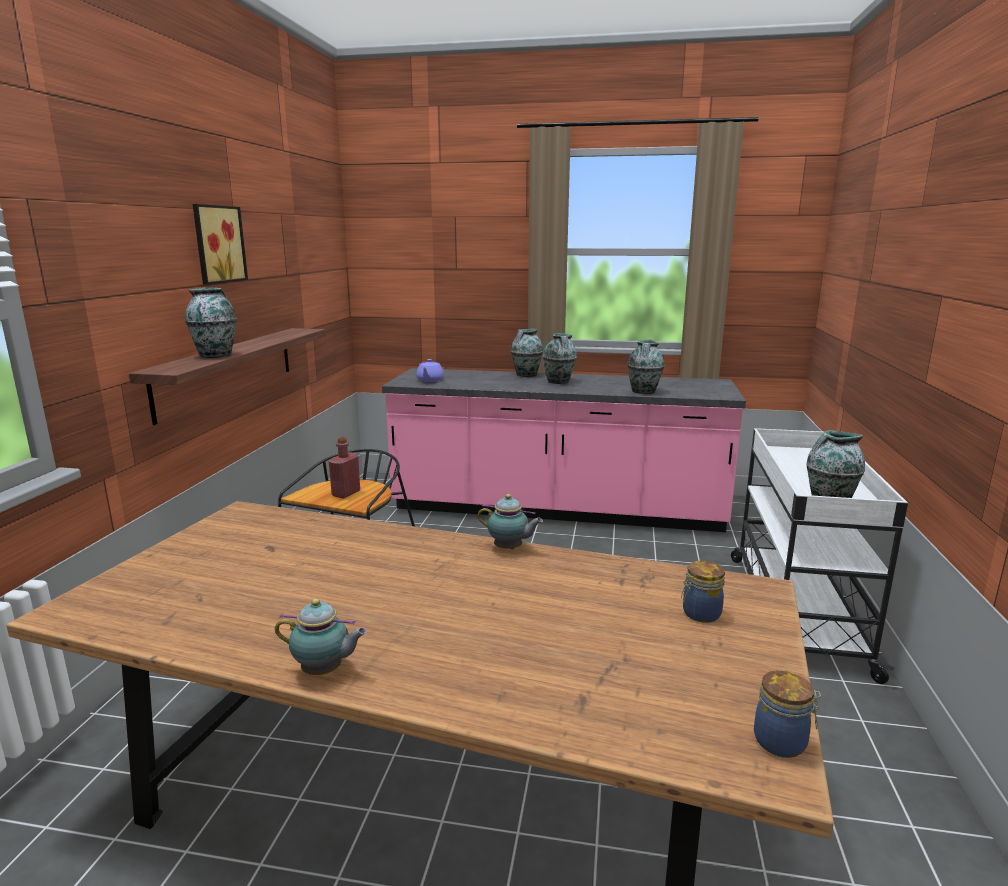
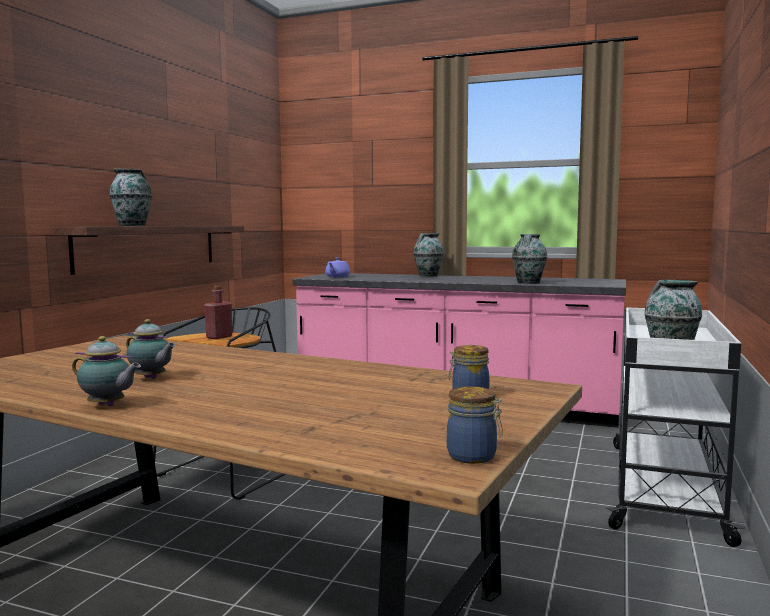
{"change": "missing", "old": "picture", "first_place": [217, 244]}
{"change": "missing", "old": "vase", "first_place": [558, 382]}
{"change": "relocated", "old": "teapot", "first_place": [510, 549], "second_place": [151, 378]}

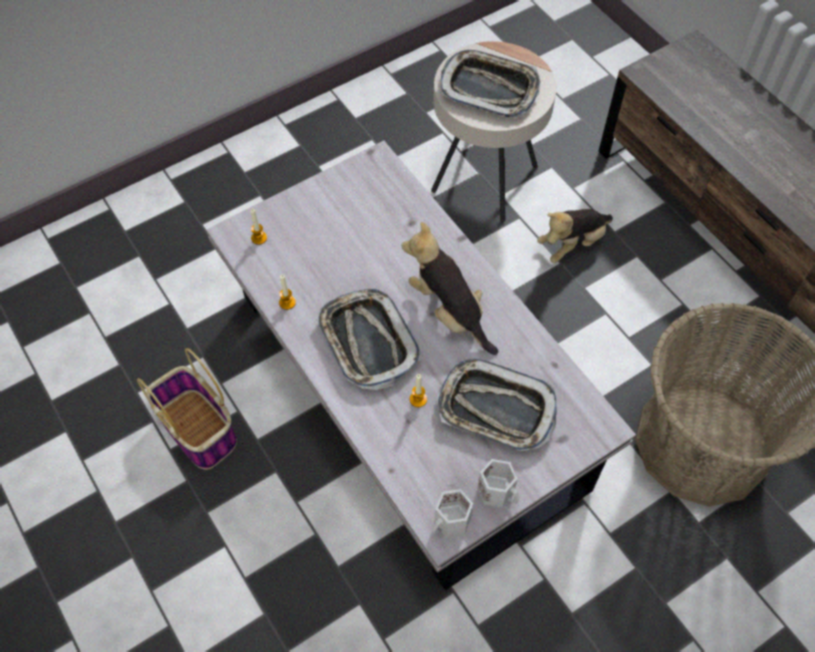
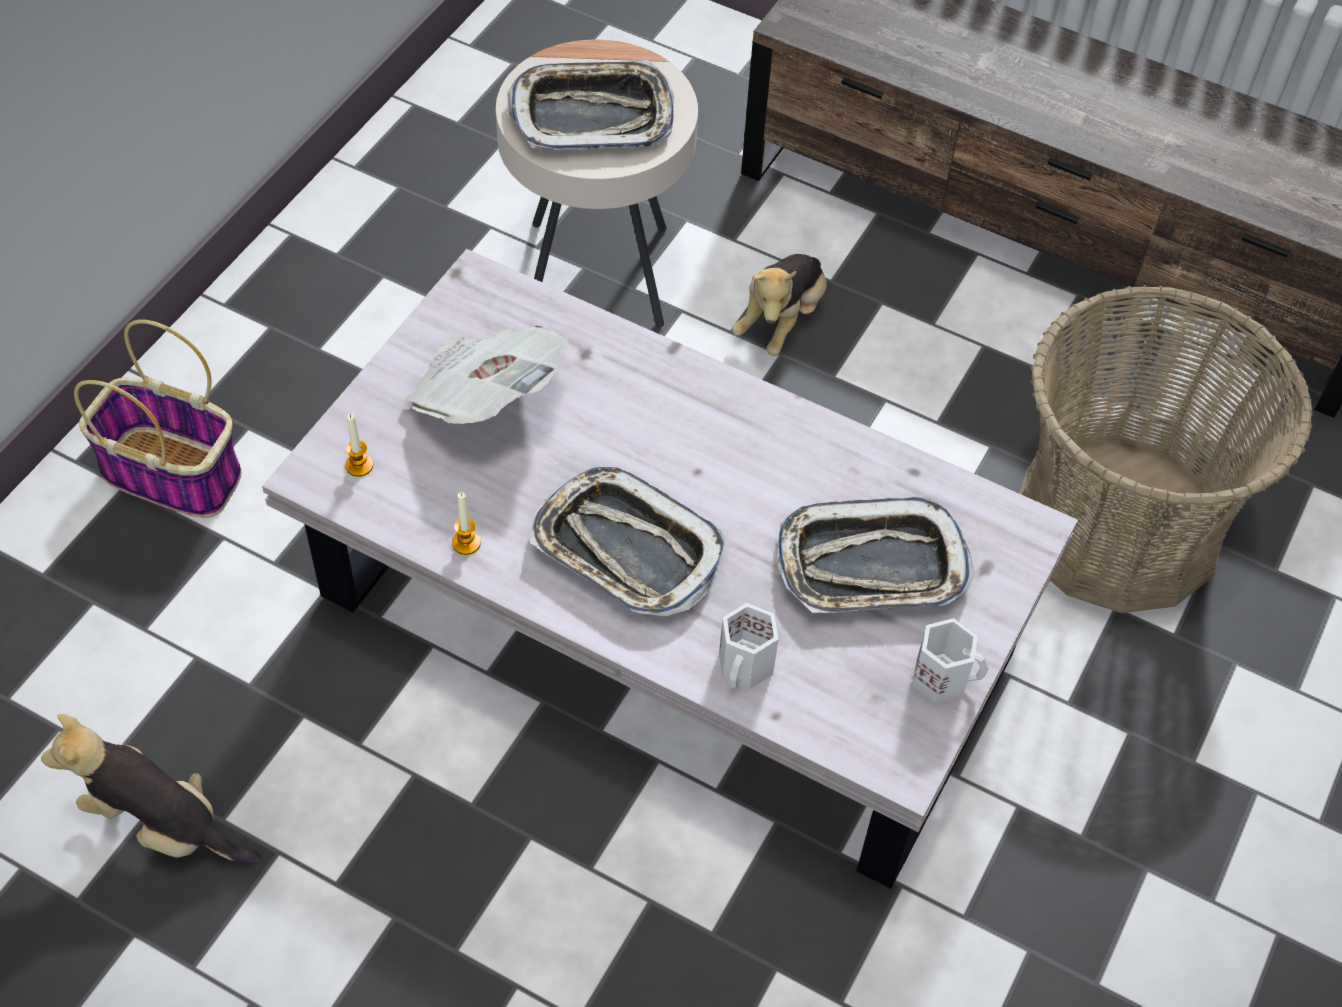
{"change": "relocated", "old": "plush toy", "first_place": [449, 311], "second_place": [161, 824]}
{"change": "relocated", "old": "basket", "first_place": [199, 430], "second_place": [174, 474]}
{"change": "missing", "old": "candle", "first_place": [418, 399]}
{"change": "relocated", "old": "white mug", "first_place": [452, 523], "second_place": [746, 666]}
{"change": "appeared", "new": "newspaper", "second_place": [486, 398]}

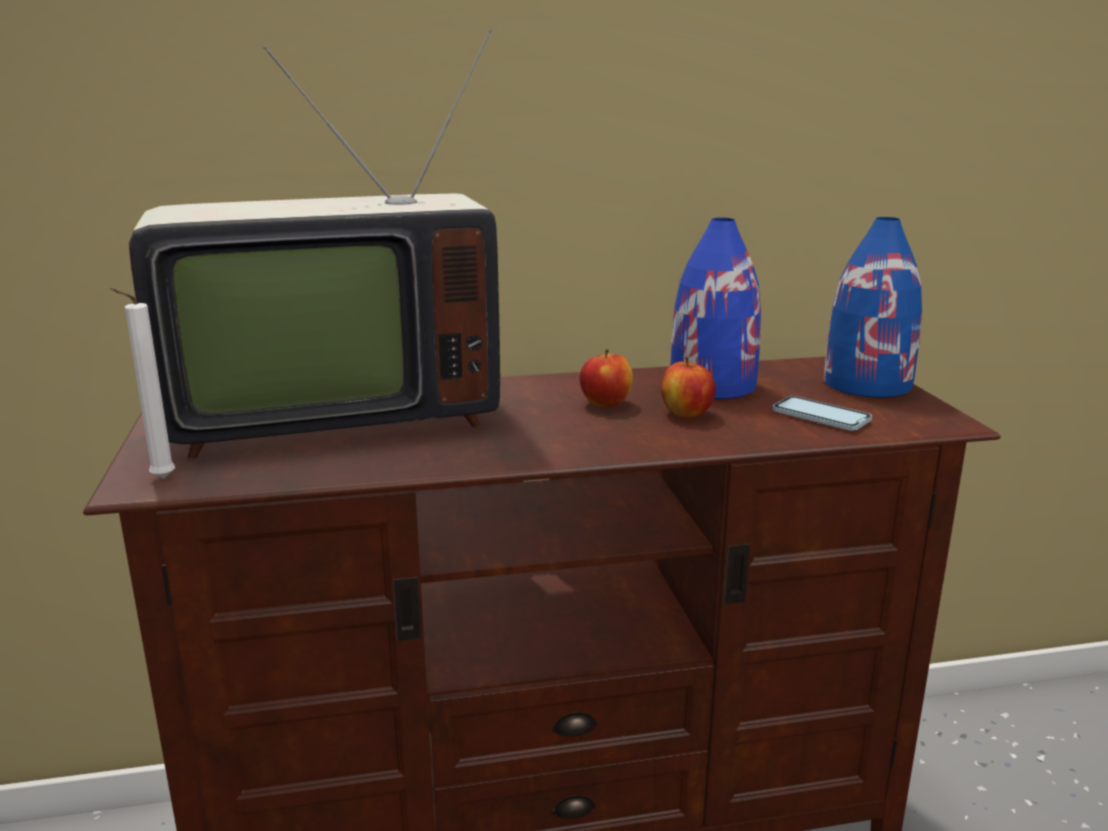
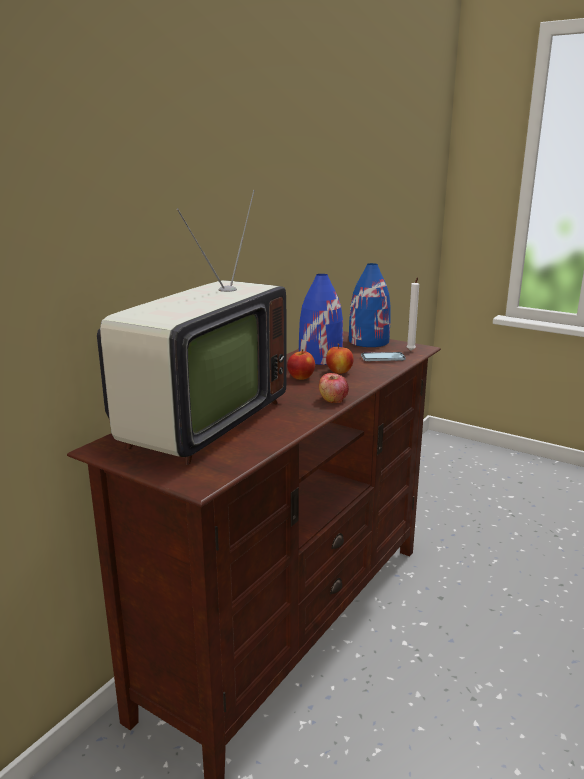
{"change": "relocated", "old": "white candle", "first_place": [159, 479], "second_place": [411, 351]}
{"change": "appeared", "new": "apple", "second_place": [333, 399]}

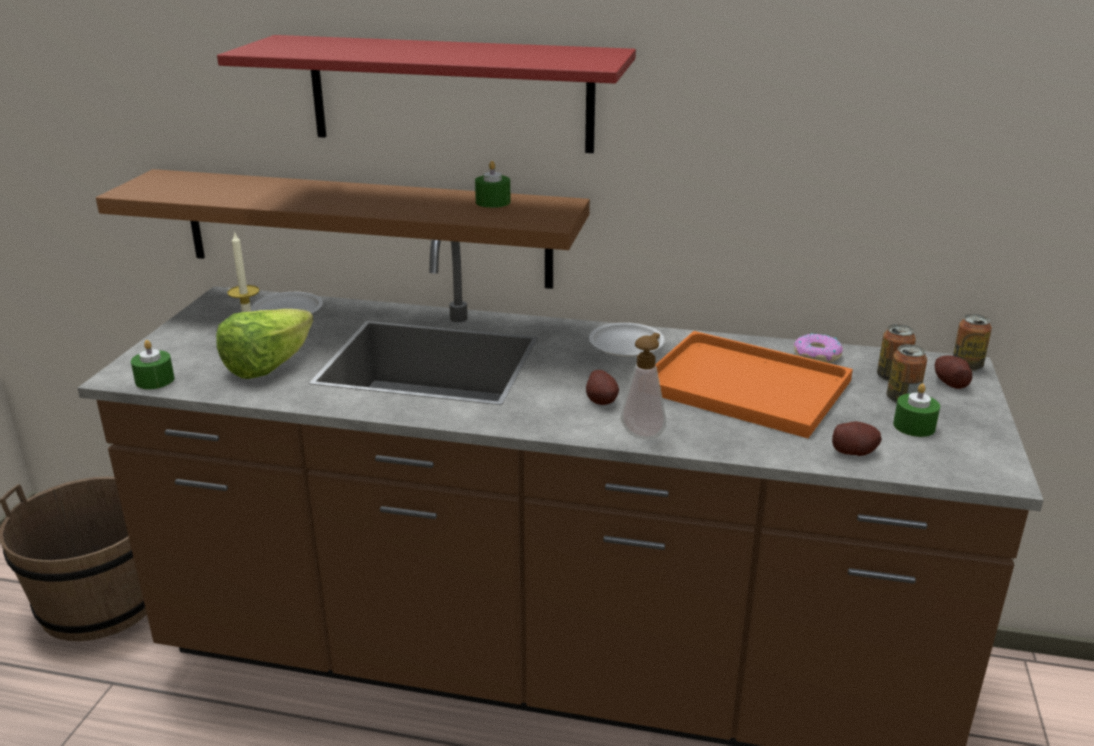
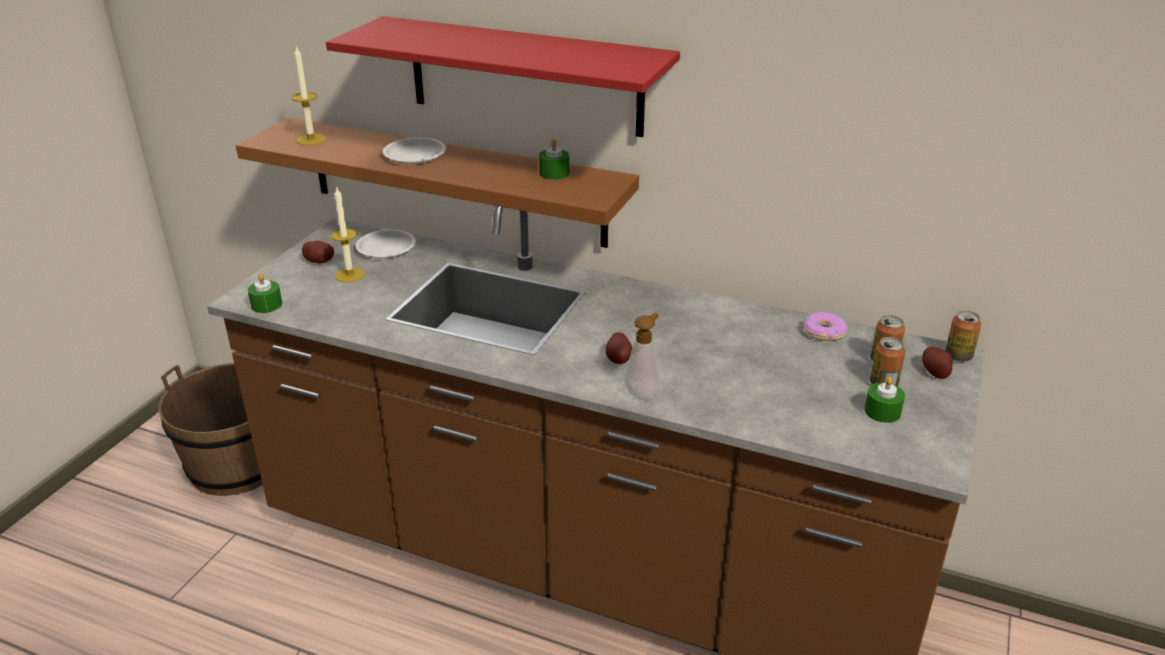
{"change": "missing", "old": "lettuce", "first_place": [268, 366]}
{"change": "relocated", "old": "white plate", "first_place": [625, 345], "second_place": [414, 155]}
{"change": "missing", "old": "orange tray", "first_place": [741, 385]}
{"change": "relocated", "old": "potato", "first_place": [854, 451], "second_place": [320, 261]}
{"change": "appeared", "new": "candle", "second_place": [311, 139]}

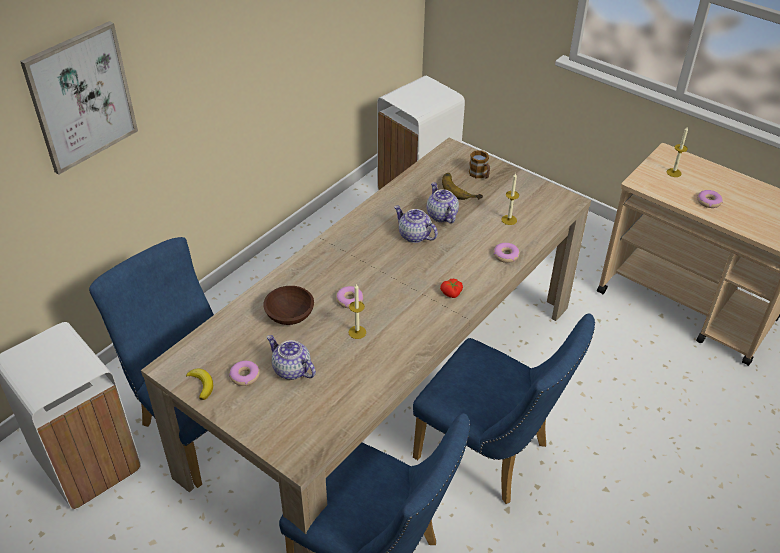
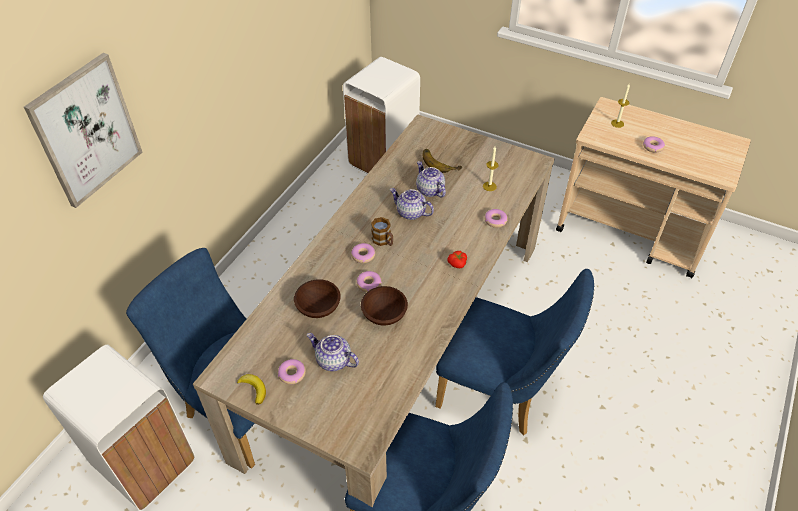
{"change": "relocated", "old": "mug", "first_place": [480, 175], "second_place": [383, 241]}
{"change": "exchanged", "old": "candle", "new": "brown bowl", "first_place": [357, 332], "second_place": [383, 314]}
{"change": "appeared", "new": "donut", "second_place": [363, 255]}

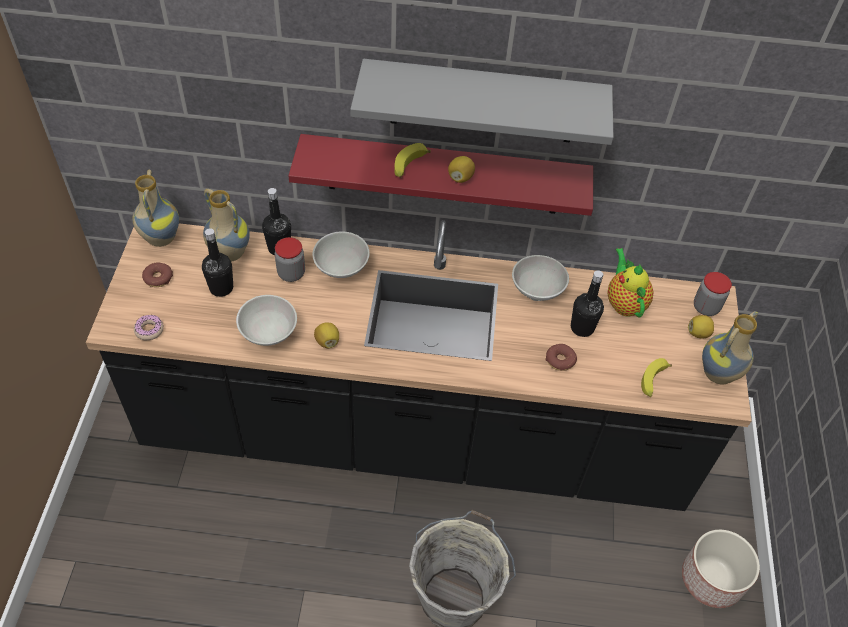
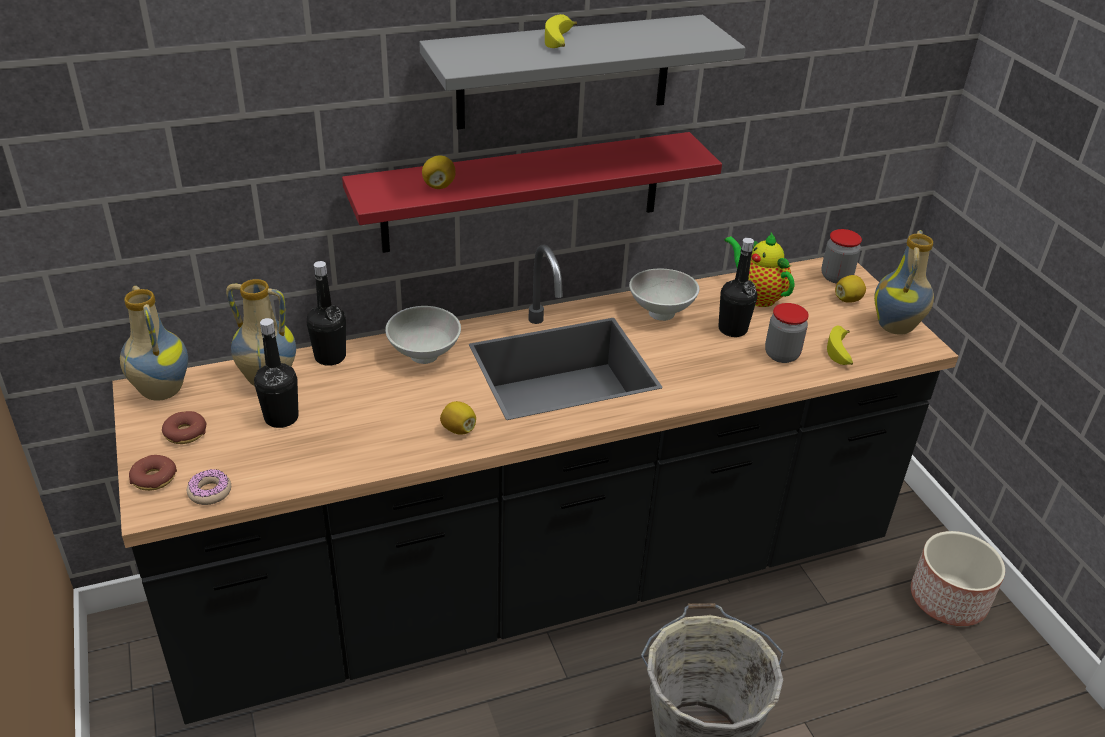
{"change": "relocated", "old": "banana", "first_place": [409, 166], "second_place": [560, 42]}
{"change": "relocated", "old": "lemon", "first_place": [460, 177], "second_place": [439, 186]}
{"change": "relocated", "old": "jar", "first_place": [291, 273], "second_place": [781, 355]}
{"change": "missing", "old": "white bowl", "first_place": [270, 334]}
{"change": "relocated", "old": "donut", "first_place": [560, 360], "second_place": [154, 478]}

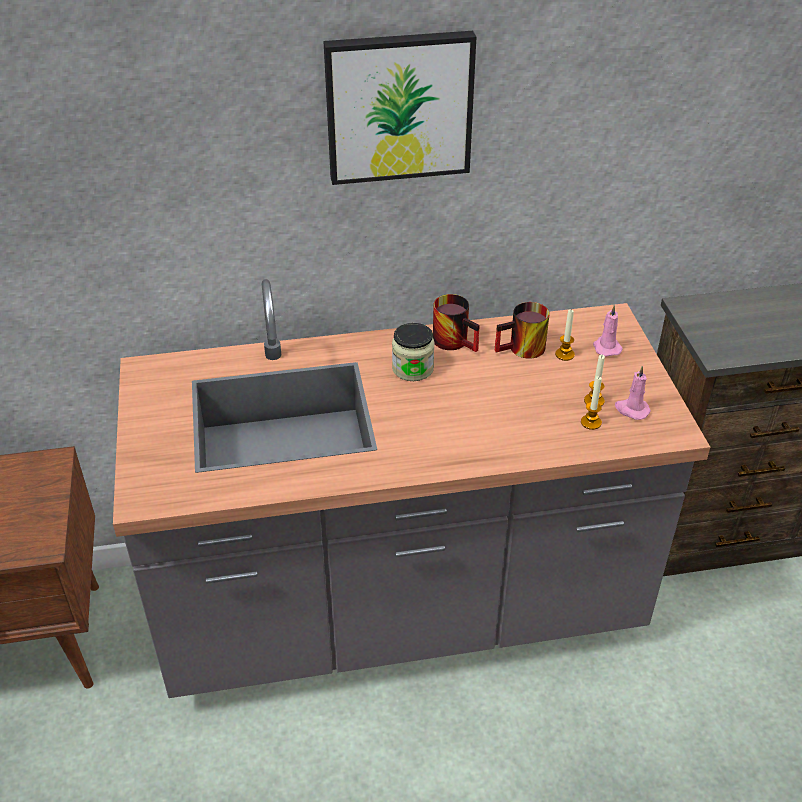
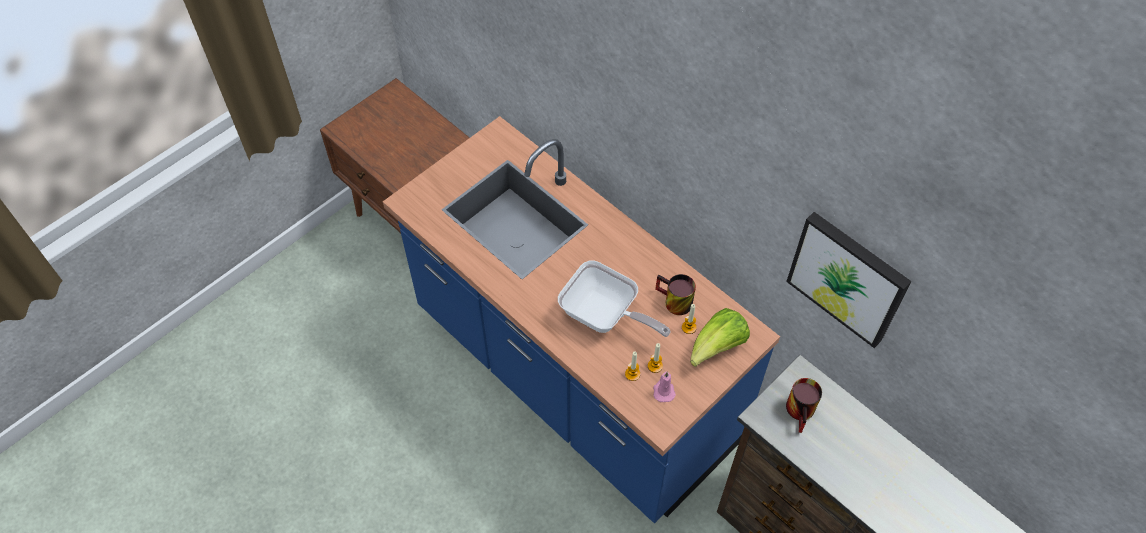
{"change": "relocated", "old": "picture", "first_place": [398, 106], "second_place": [848, 277]}
{"change": "colour", "old": "grey counter", "new": "blue counter", "first_place": [401, 610], "second_place": [573, 378]}
{"change": "relocated", "old": "mug", "first_place": [457, 340], "second_place": [803, 412]}
{"change": "exchanged", "old": "pink candle", "new": "lettuce", "first_place": [606, 347], "second_place": [717, 347]}
{"change": "missing", "old": "jar", "first_place": [413, 368]}
{"change": "appeared", "new": "frying pan", "second_place": [604, 316]}

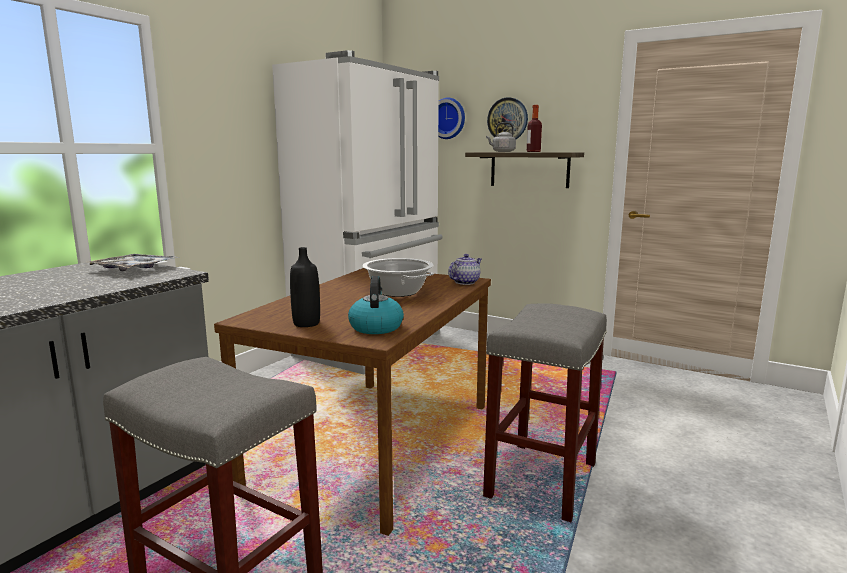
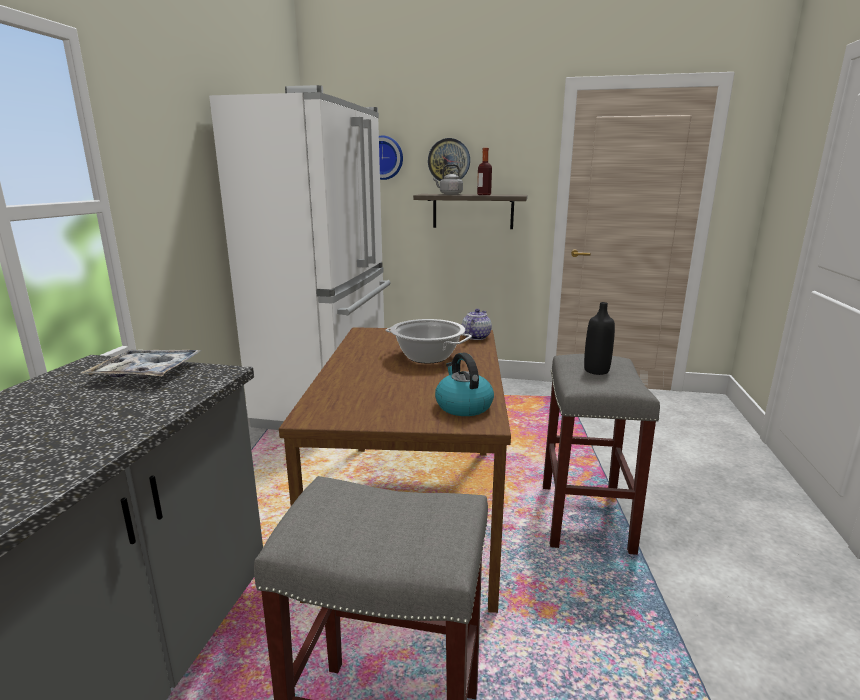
{"change": "relocated", "old": "black bottle", "first_place": [306, 323], "second_place": [596, 370]}

